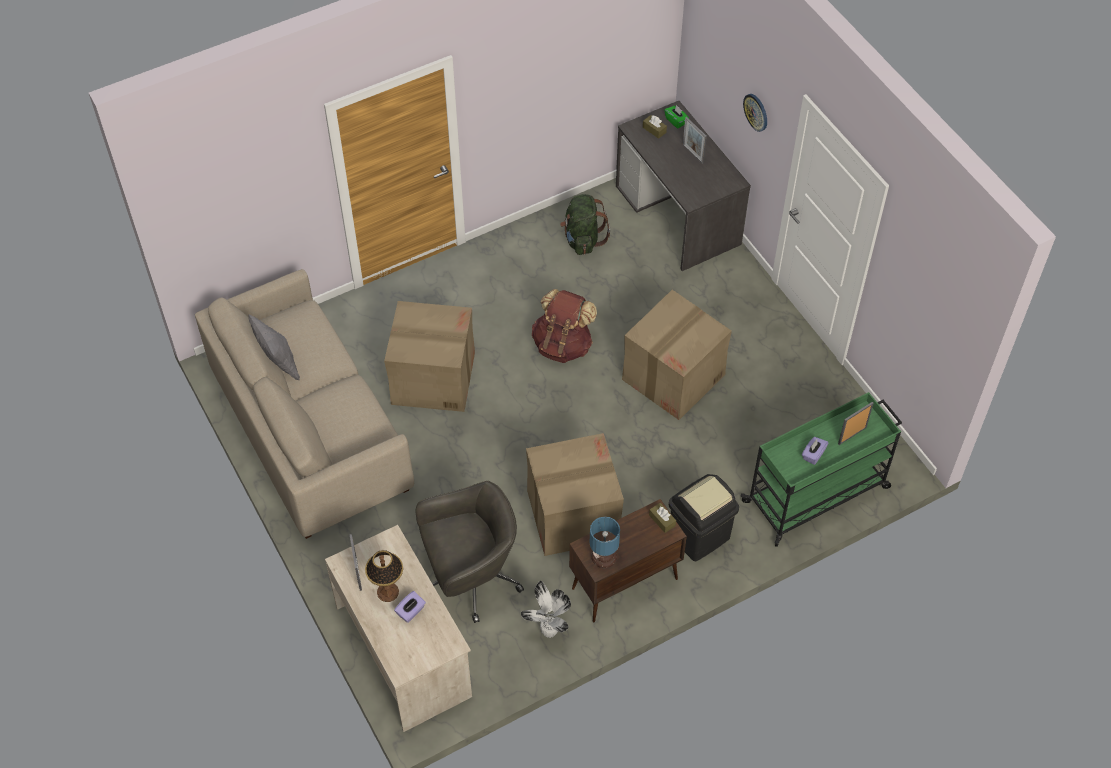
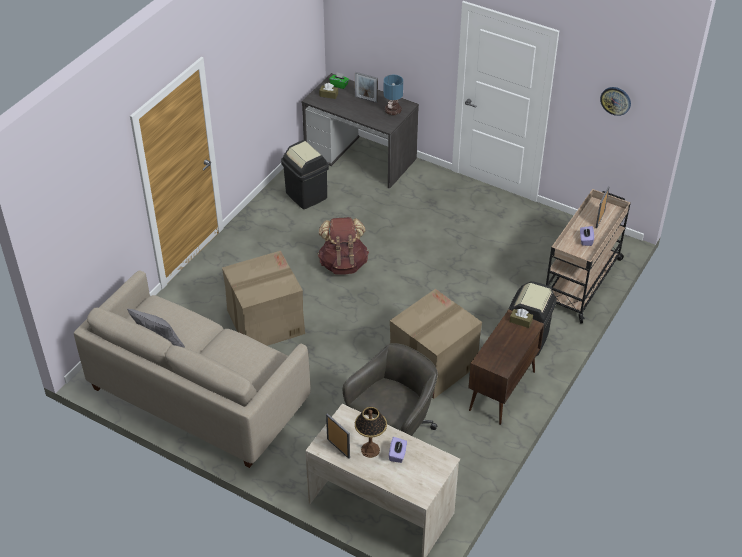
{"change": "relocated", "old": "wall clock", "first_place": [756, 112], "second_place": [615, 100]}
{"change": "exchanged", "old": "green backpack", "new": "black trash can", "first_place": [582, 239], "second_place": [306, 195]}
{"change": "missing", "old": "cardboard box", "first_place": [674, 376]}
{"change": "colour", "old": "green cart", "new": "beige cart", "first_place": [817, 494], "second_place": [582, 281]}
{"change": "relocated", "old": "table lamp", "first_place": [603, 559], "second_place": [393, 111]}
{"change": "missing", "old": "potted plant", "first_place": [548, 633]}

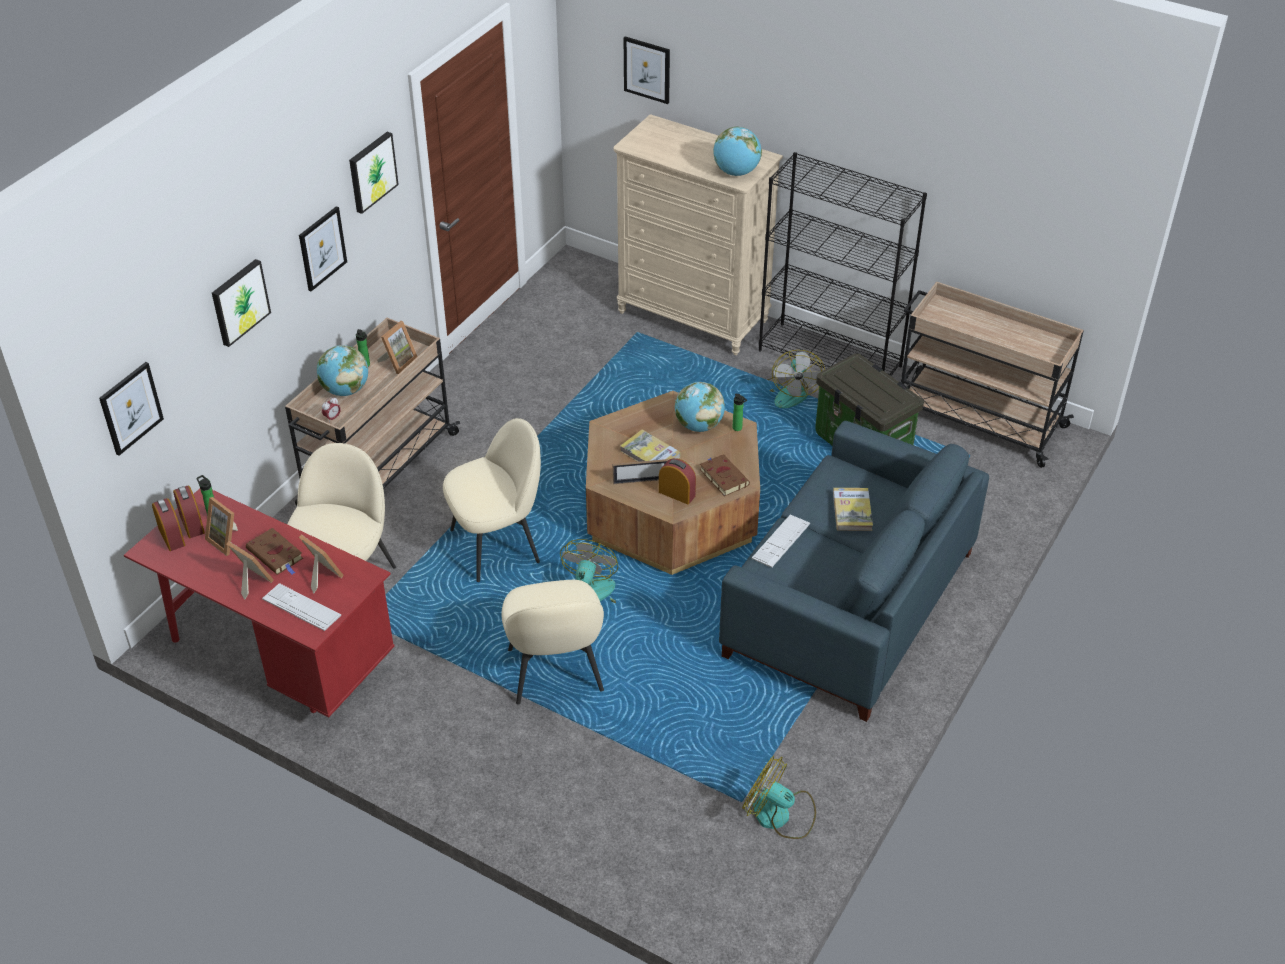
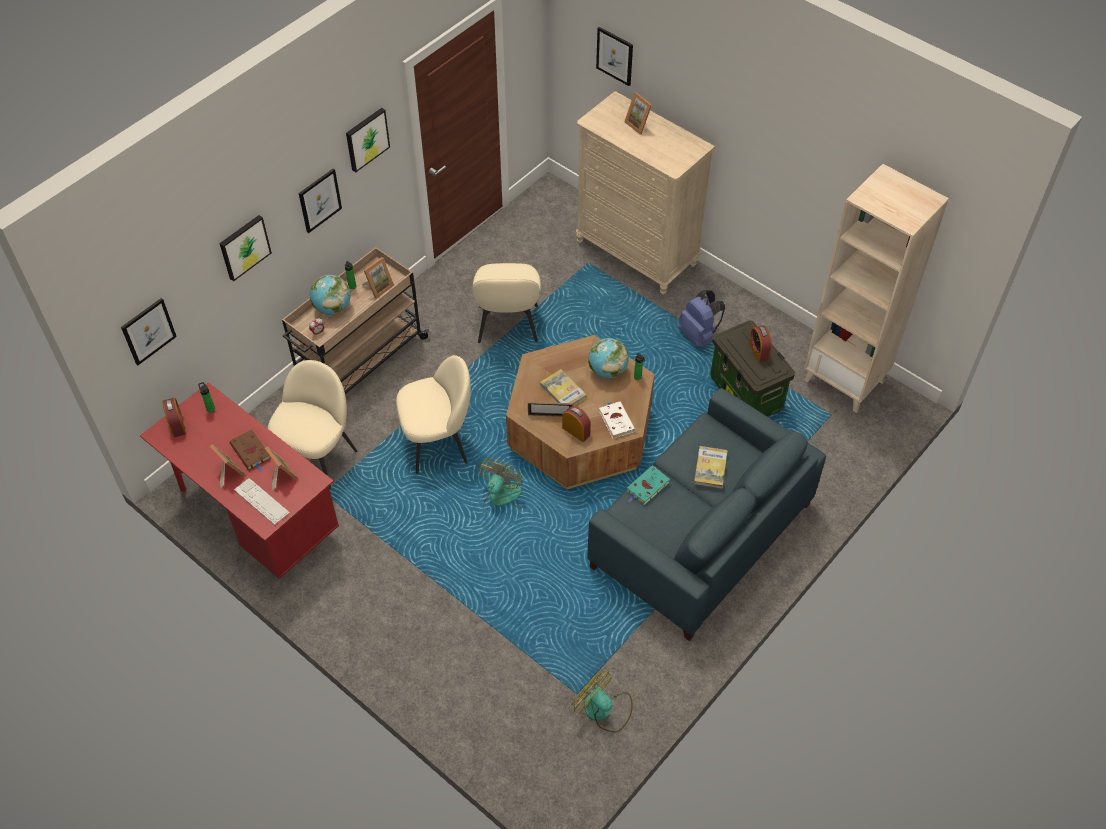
{"change": "missing", "old": "globe", "first_place": [736, 172]}
{"change": "missing", "old": "black bookcase", "first_place": [831, 358]}
{"change": "exchanged", "old": "beige cart", "new": "beige bookcase", "first_place": [975, 419], "second_place": [845, 381]}
{"change": "exchanged", "old": "fan", "new": "blue backpack", "first_place": [790, 392], "second_place": [699, 335]}
{"change": "colour", "old": "brown book", "new": "white book", "first_place": [723, 477], "second_place": [616, 420]}
{"change": "relocated", "old": "alarm clock", "first_place": [192, 524], "second_place": [758, 351]}
{"change": "relocated", "old": "picture frame", "first_place": [227, 540], "second_place": [639, 124]}
{"change": "exchanged", "old": "keyboard", "new": "turquoise book", "first_place": [781, 541], "second_place": [647, 487]}
{"change": "relocated", "old": "beige chair", "first_place": [555, 673], "second_place": [508, 326]}

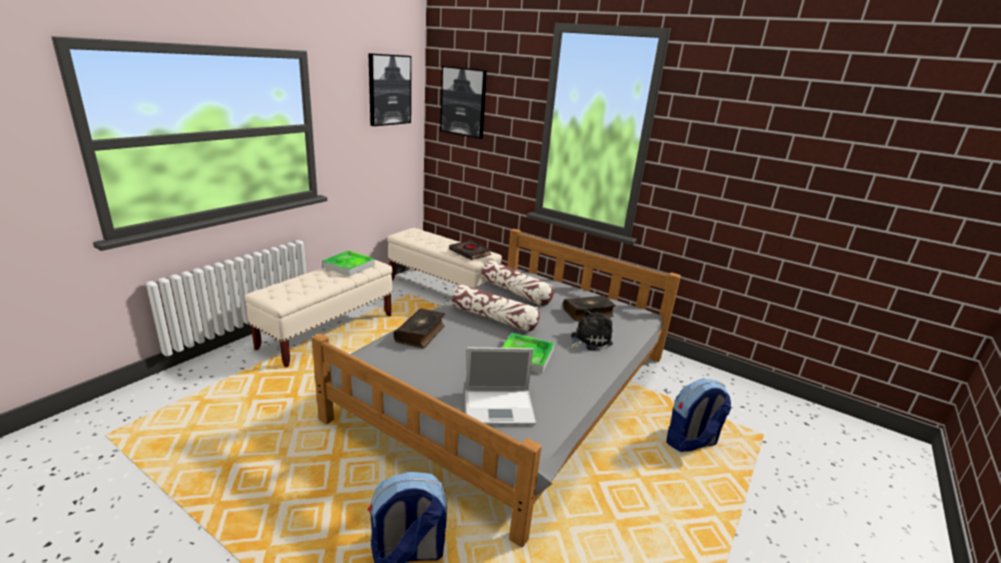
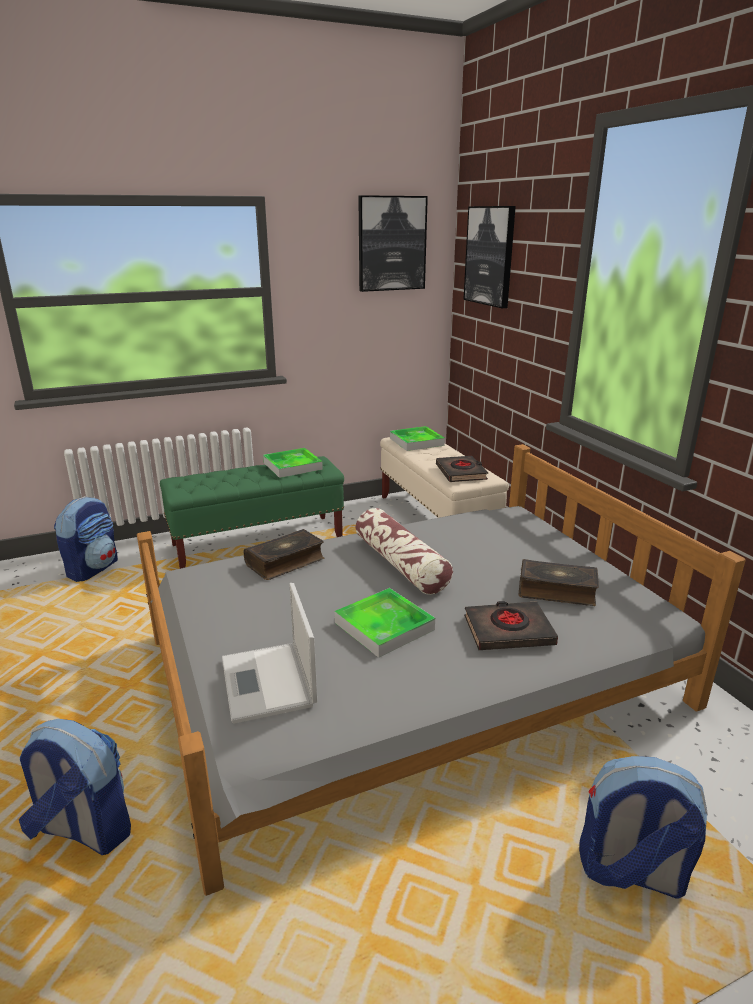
{"change": "colour", "old": "beige bench", "new": "green bench", "first_place": [328, 331], "second_place": [258, 543]}
{"change": "missing", "old": "pillow", "first_place": [515, 292]}
{"change": "exchanged", "old": "plush toy", "new": "black book", "first_place": [588, 340], "second_place": [508, 631]}
{"change": "spun", "old": "laptop", "first_place": [500, 407], "second_place": [268, 683], "degrees": 45}
{"change": "appeared", "new": "tray", "second_place": [416, 442]}
{"change": "appeared", "new": "backpack", "second_place": [93, 568]}

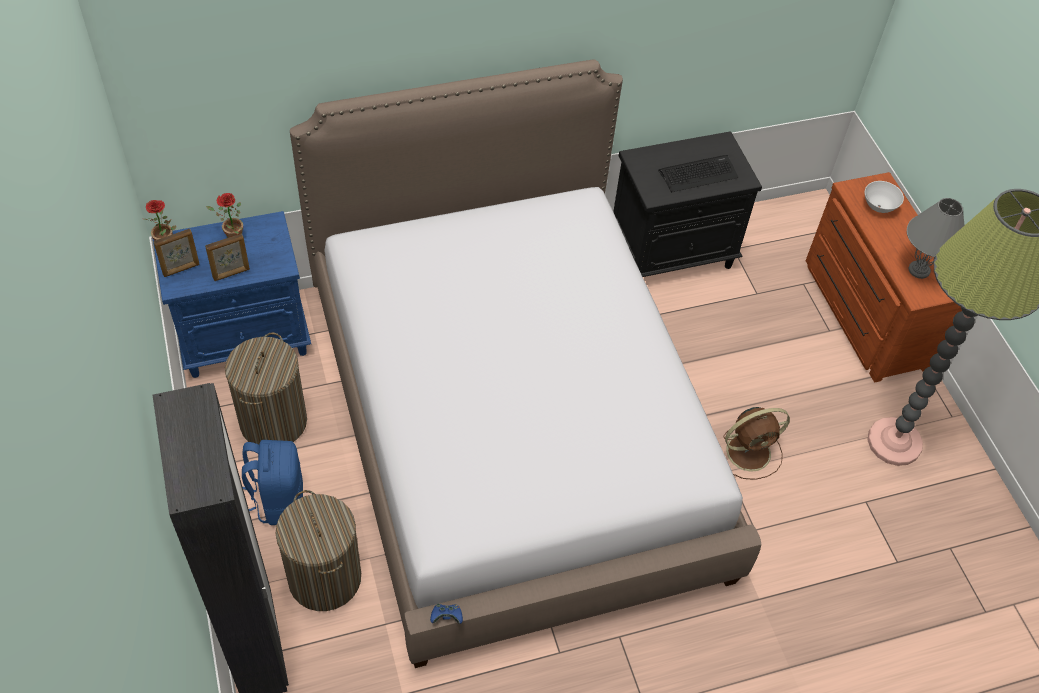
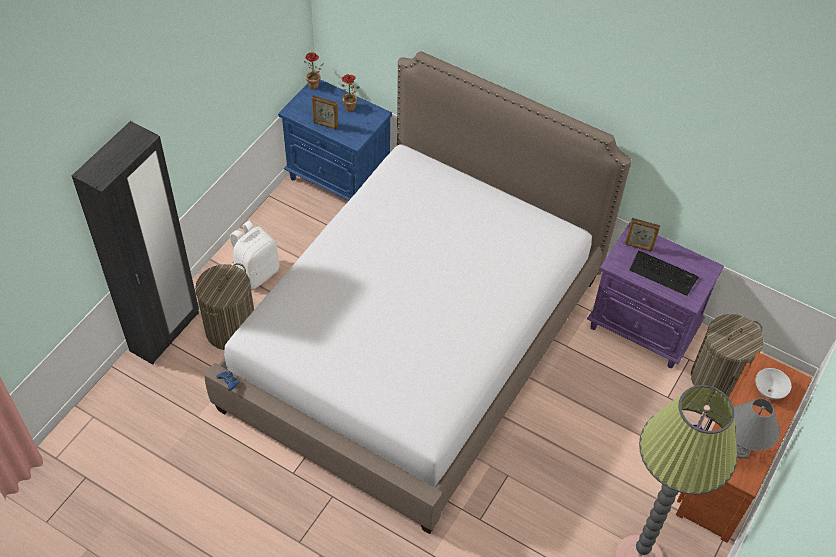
{"change": "colour", "old": "black nightstand", "new": "purple nightstand", "first_place": [672, 252], "second_place": [643, 328]}
{"change": "relocated", "old": "picture frame", "first_place": [181, 269], "second_place": [638, 247]}
{"change": "relocated", "old": "laundry basket", "first_place": [273, 421], "second_place": [716, 378]}
{"change": "missing", "old": "brown fan", "first_place": [750, 451]}
{"change": "colour", "old": "blue backpack", "new": "white backpack", "first_place": [278, 499], "second_place": [256, 272]}

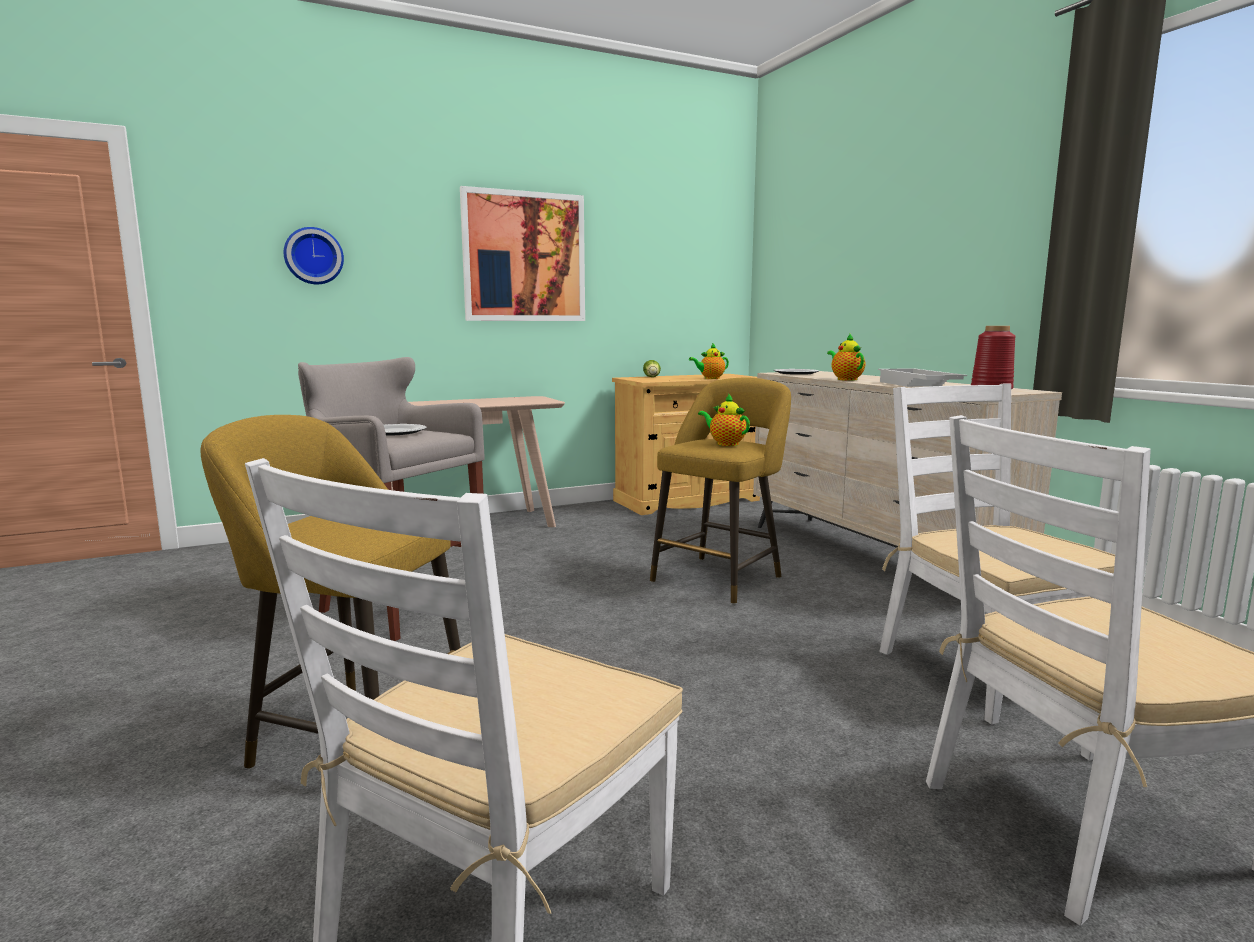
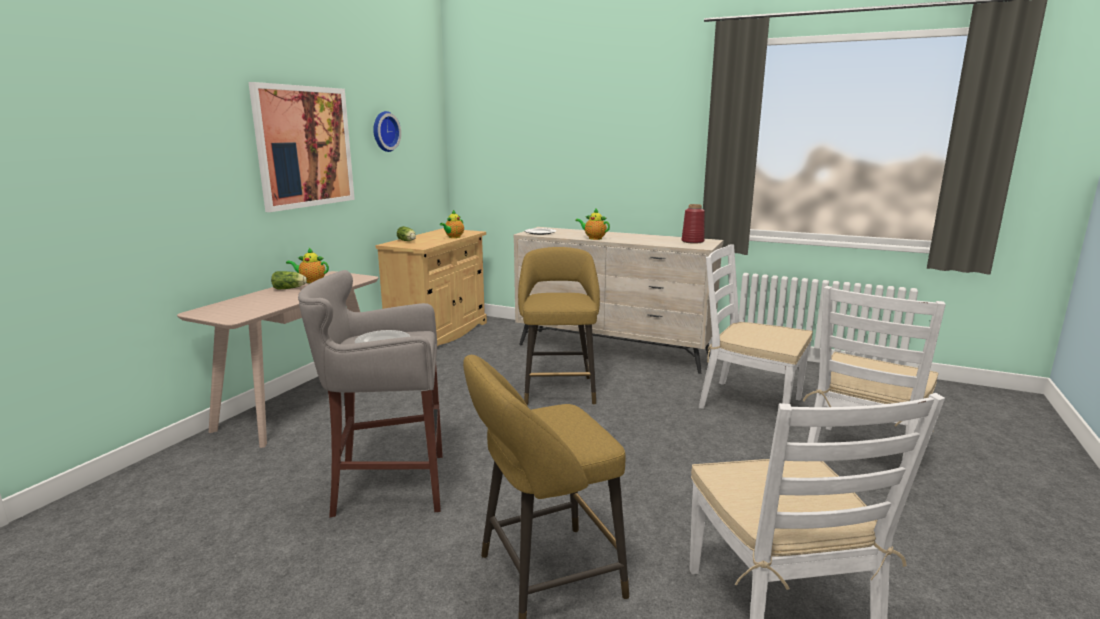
{"change": "relocated", "old": "wall clock", "first_place": [313, 256], "second_place": [384, 131]}
{"change": "missing", "old": "white tray", "first_place": [916, 385]}
{"change": "relocated", "old": "teapot", "first_place": [725, 444], "second_place": [311, 281]}
{"change": "appeared", "new": "lettuce", "second_place": [290, 288]}

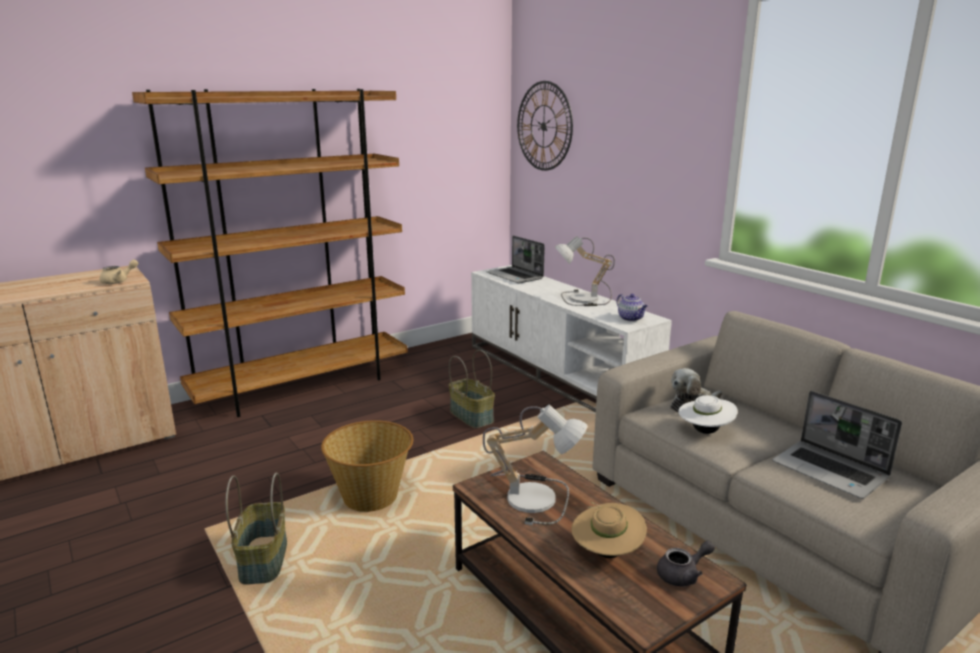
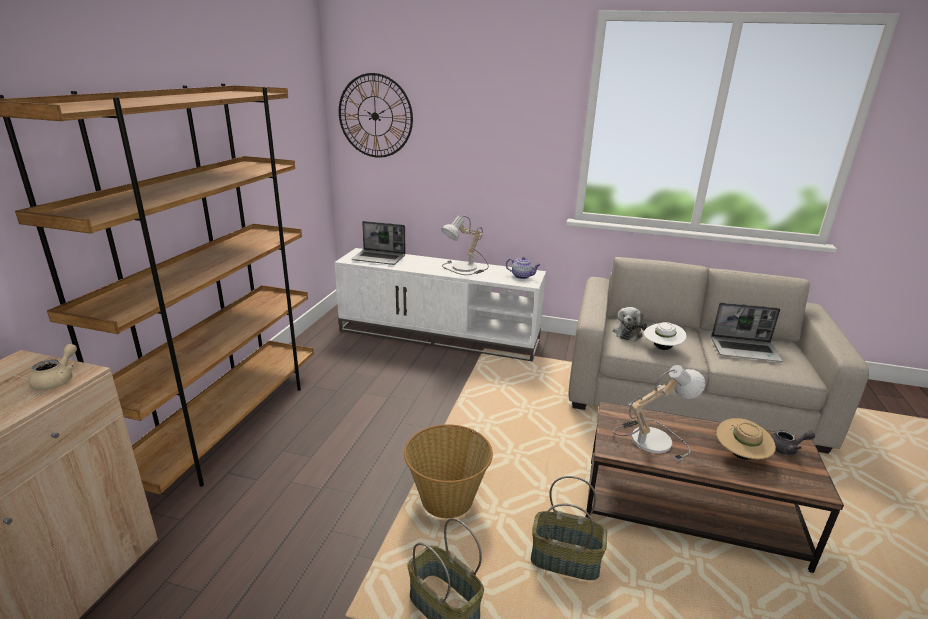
{"change": "relocated", "old": "basket", "first_place": [472, 416], "second_place": [566, 559]}
{"change": "spun", "old": "grey teapot", "first_place": [683, 575], "second_place": [786, 448], "degrees": 60}

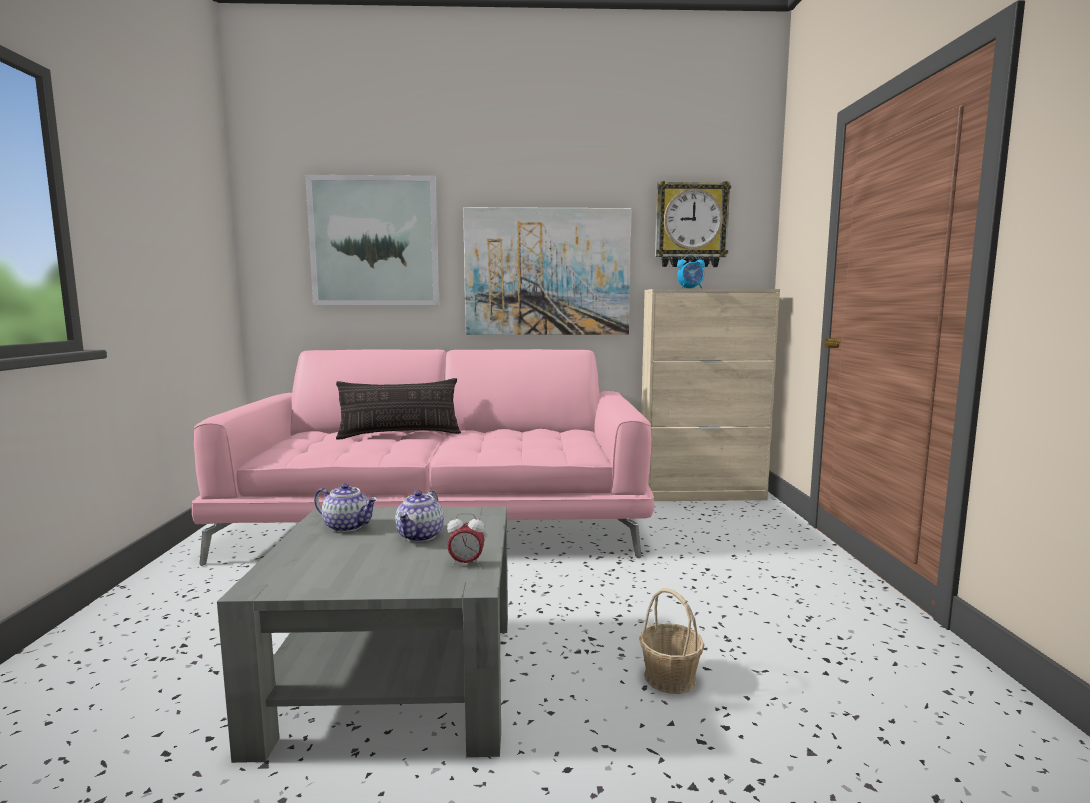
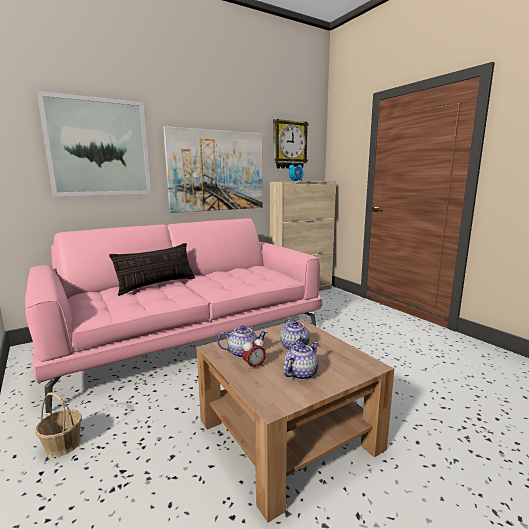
{"change": "colour", "old": "grey coffee table", "new": "brown coffee table", "first_place": [395, 678], "second_place": [288, 434]}
{"change": "relocated", "old": "alarm clock", "first_place": [466, 563], "second_place": [254, 366]}
{"change": "relocated", "old": "basket", "first_place": [670, 677], "second_place": [62, 444]}
{"change": "appeared", "new": "teapot", "second_place": [300, 373]}

